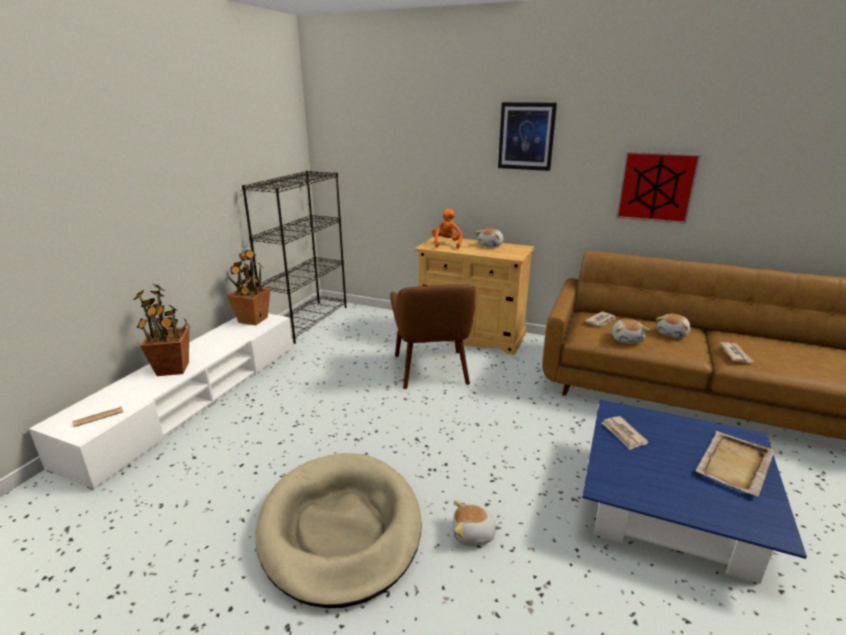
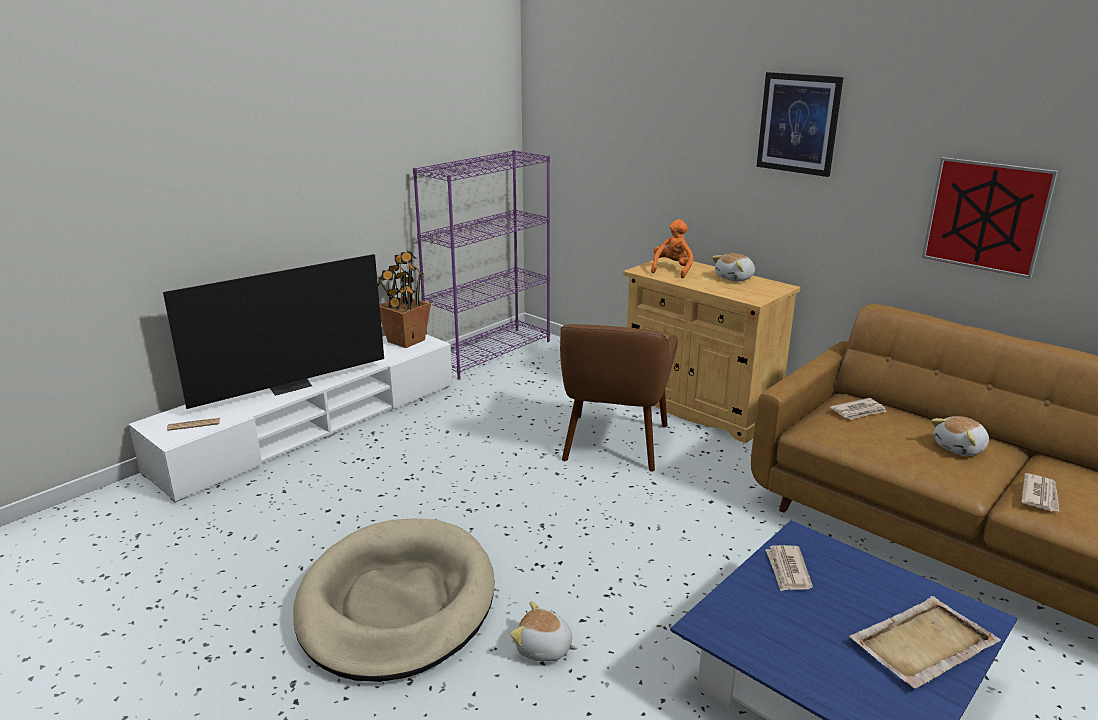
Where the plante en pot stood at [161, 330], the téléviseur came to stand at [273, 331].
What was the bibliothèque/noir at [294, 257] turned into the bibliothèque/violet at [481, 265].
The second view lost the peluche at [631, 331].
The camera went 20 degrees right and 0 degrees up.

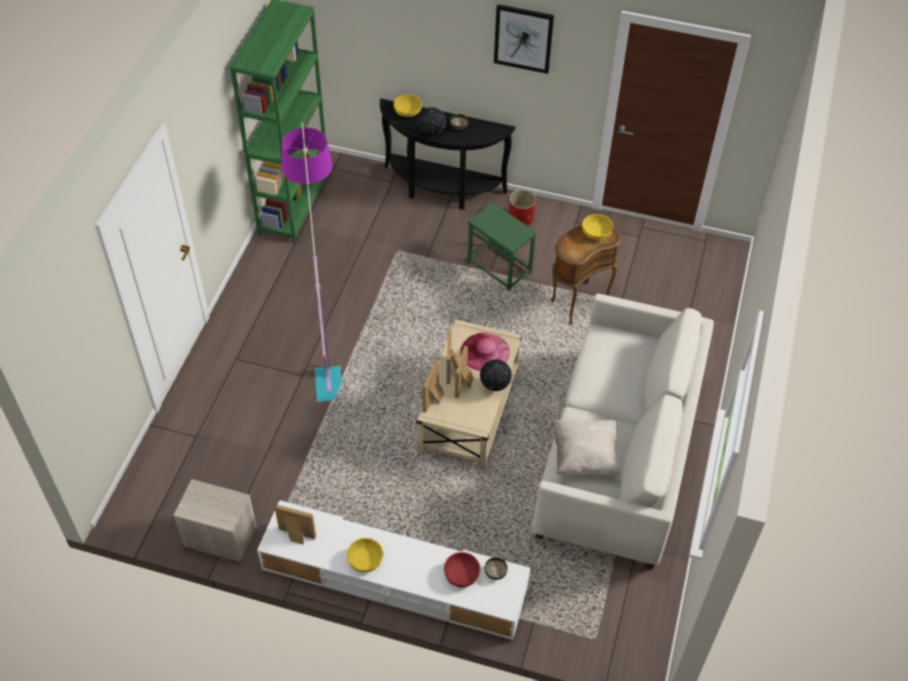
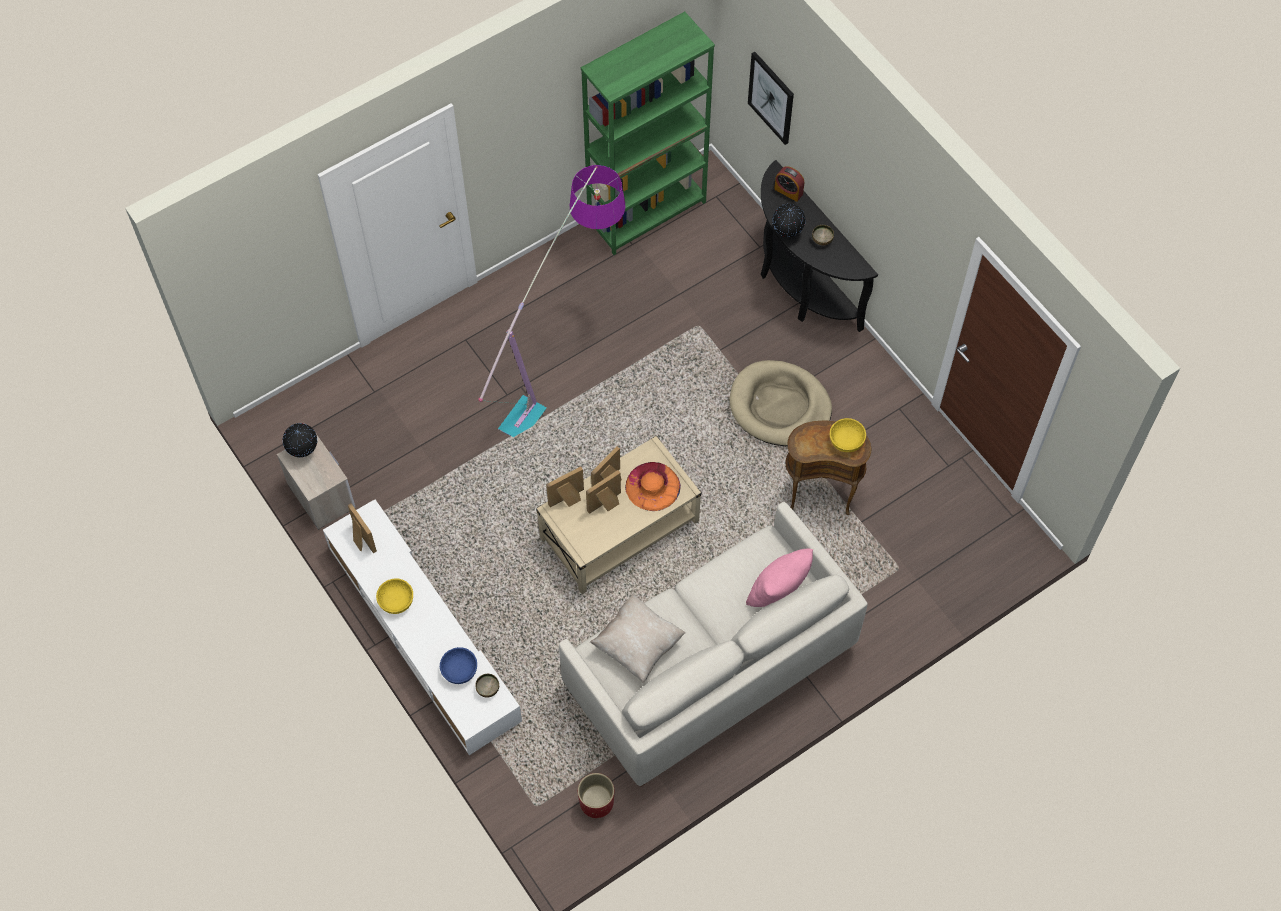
Where the bol/jaune stood at [407, 105], the réveil came to stand at [789, 184].
What was the bol/rouge at [462, 569] turned into the bol/bleu at [458, 665].
What was the chapeau/rose at [485, 352] turned into the chapeau/orange at [653, 486].
Where the table d'appoint/vert stood at [502, 247], the panier pour chien/beige came to stand at [781, 403].
The globe ended up elsewhere, having gone from [496, 375] to [300, 440].
The tableau ended up elsewhere, having gone from [524, 39] to [771, 98].
The cache-pot/rouge ended up elsewhere, having gone from [522, 207] to [596, 795].
The second view gained the coussin/rose at [779, 578].
The camera went 40 degrees right and 10 degrees up.

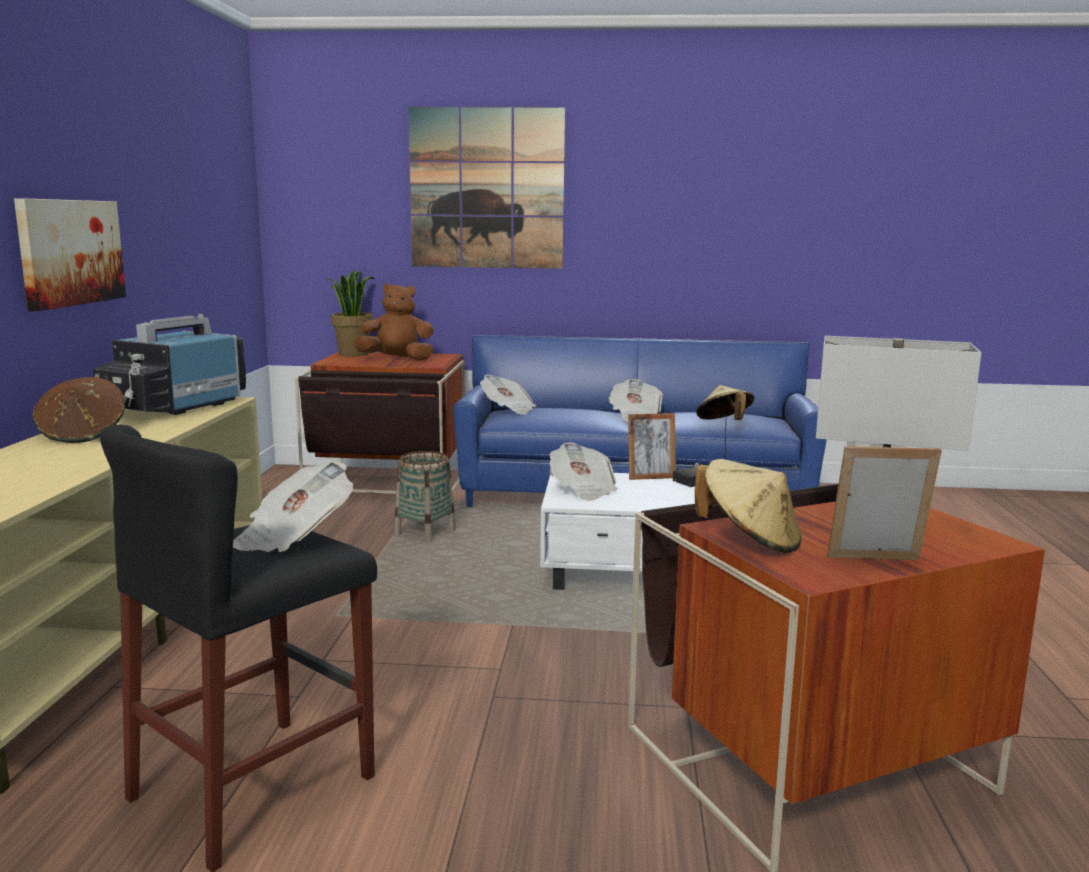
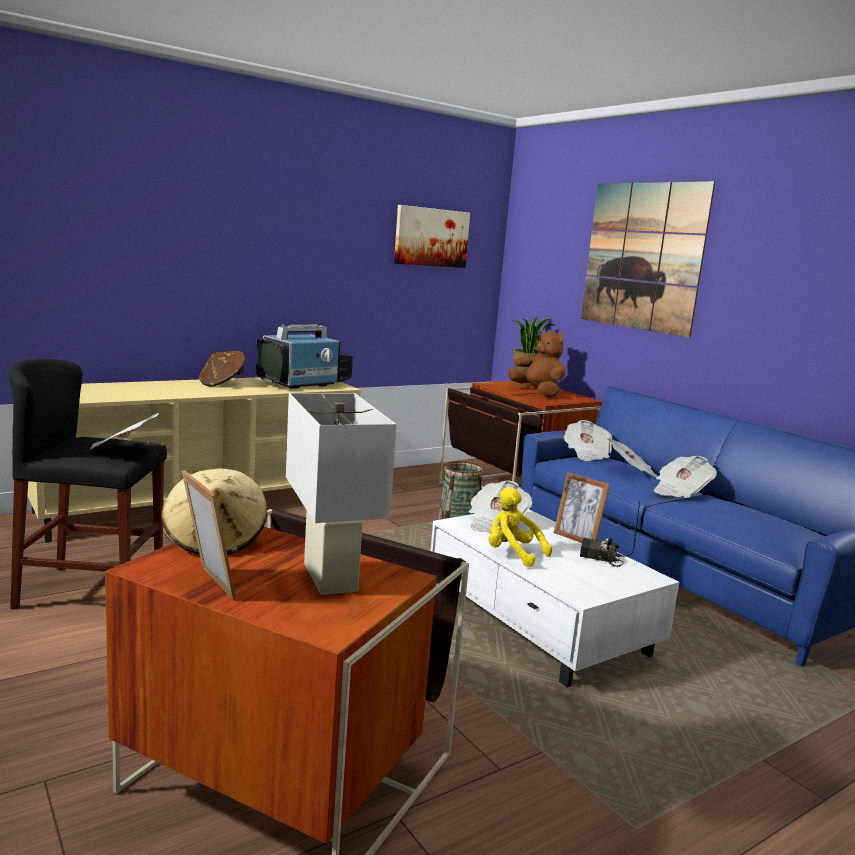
The tableau ended up elsewhere, having gone from [70, 254] to [432, 236].
The téléviseur at [169, 364] ended up facing another way, 150 degrees clockwise from before.
The second view lost the chapeau/beige at [725, 402].
The second view gained the peluche/jaune at [520, 527].
The second view gained the journal at [632, 457].
The camera went 50 degrees right and 0 degrees up.

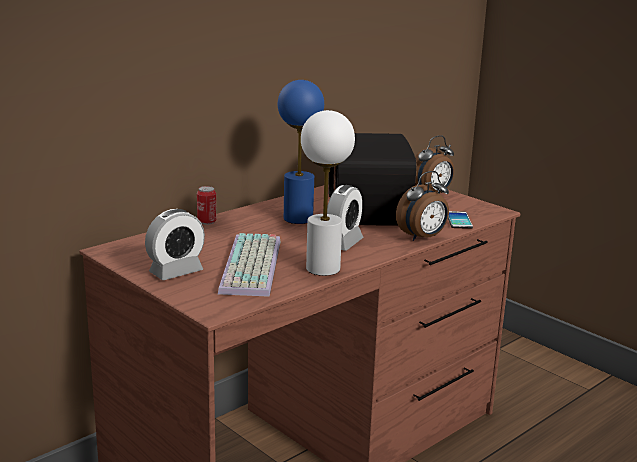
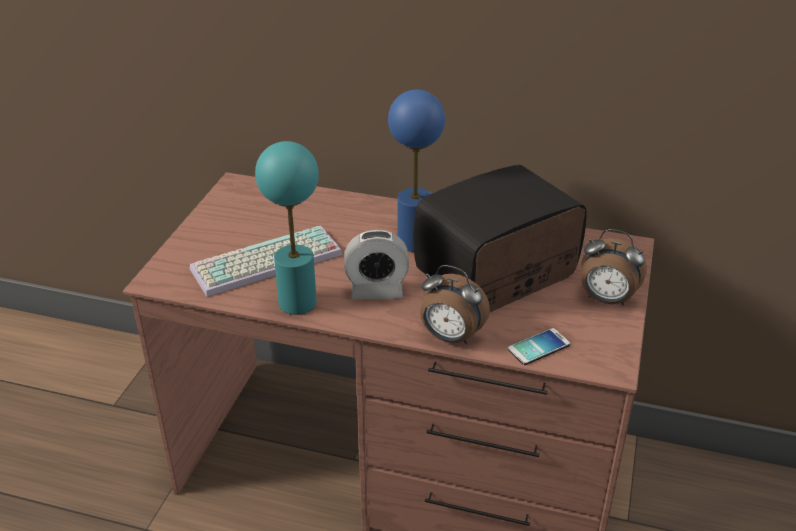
The second view lost the réveil at [175, 244].
The second view lost the boîte métallique at [206, 205].
What was the lampe de table/blanc at [328, 193] turned into the lampe de table/turquoise at [287, 228].
The camera went 60 degrees right and 15 degrees up.

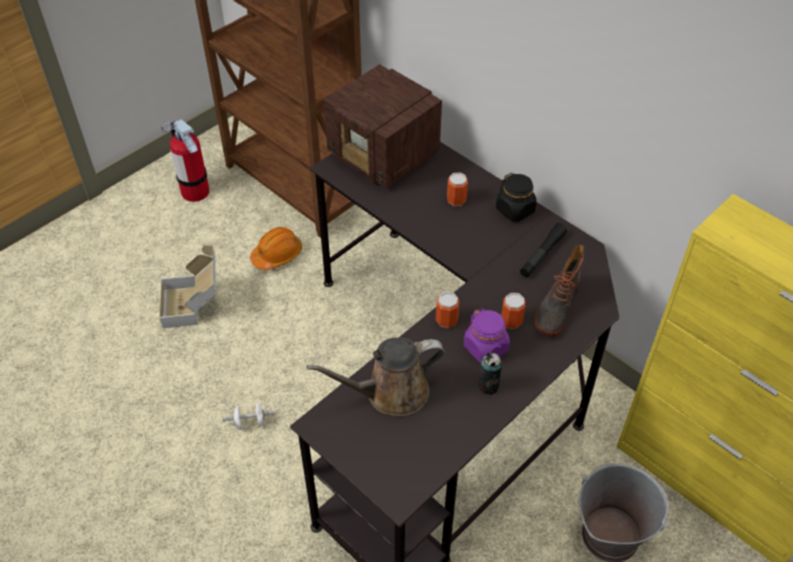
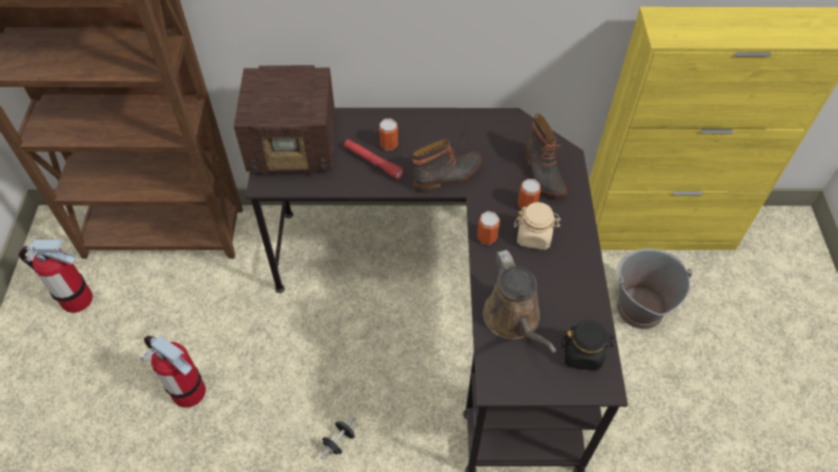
Where the carton stood at [188, 286], the extincteur came to stand at [173, 372].
What was the haltère/blanc at [248, 416] turned into the haltère/noir at [338, 437].
The second view lost the casque de chantier/orange at [276, 248].
The arrosoir/marron at [376, 376] ended up facing another way, 45 degrees counterclockwise from before.
What was the bocal/violet at [487, 336] turned into the bocal/beige at [537, 226].
The second view lost the boîte métallique at [490, 374].
The bocal/noir ended up elsewhere, having gone from [516, 197] to [587, 345].
The second view lost the lampe de poche/noir at [543, 250].
The second view gained the lampe de poche/rouge at [374, 159].
The second view gained the botte at [447, 166].
The camera went 45 degrees left and 5 degrees up.

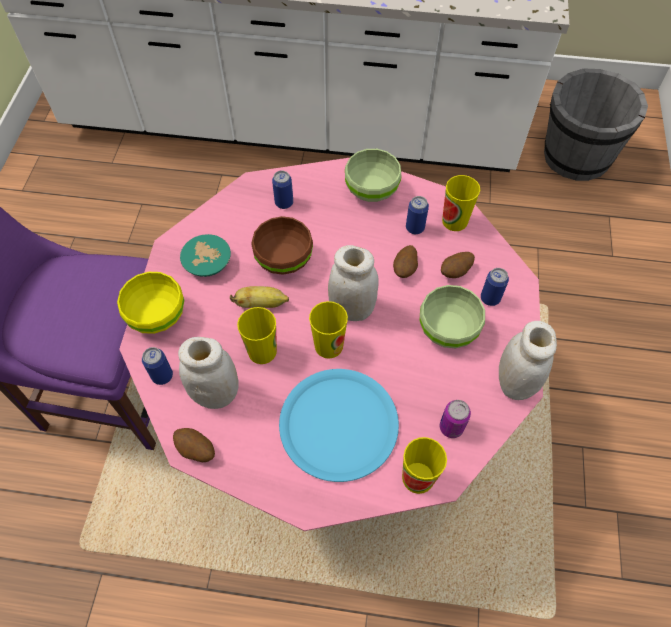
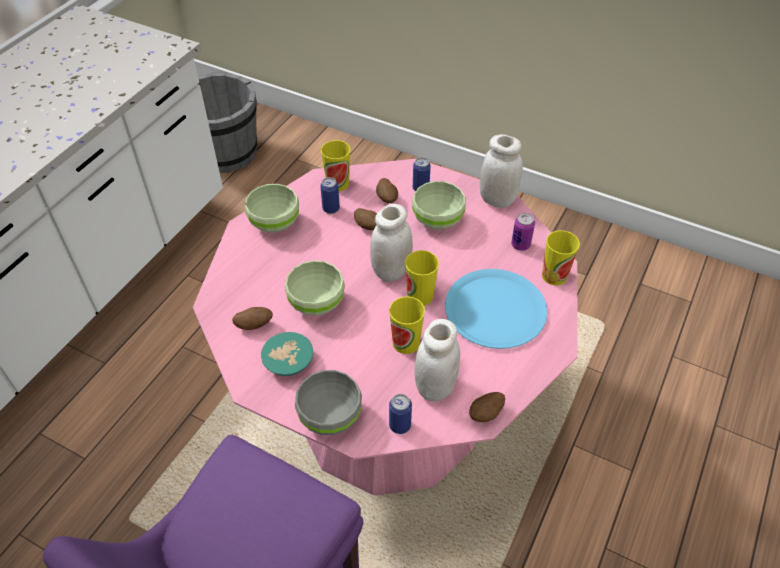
What was the bol/jaune at [150, 303] turned into the bol/gris at [328, 402].
The second view lost the banane at [259, 297].
What was the bol/marron at [282, 245] turned into the bol/vert at [315, 288].
The second view lost the boîte métallique at [282, 190].
The second view gained the pomme de terre at [252, 318].
The camera went 70 degrees left and 10 degrees down.

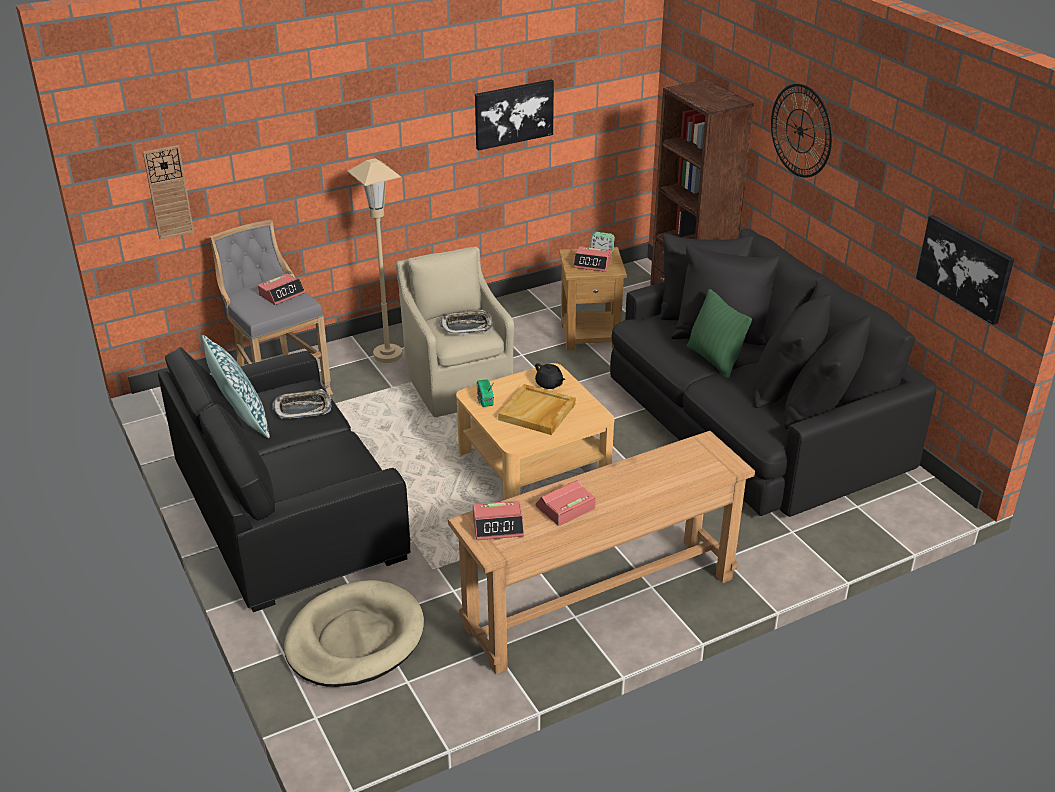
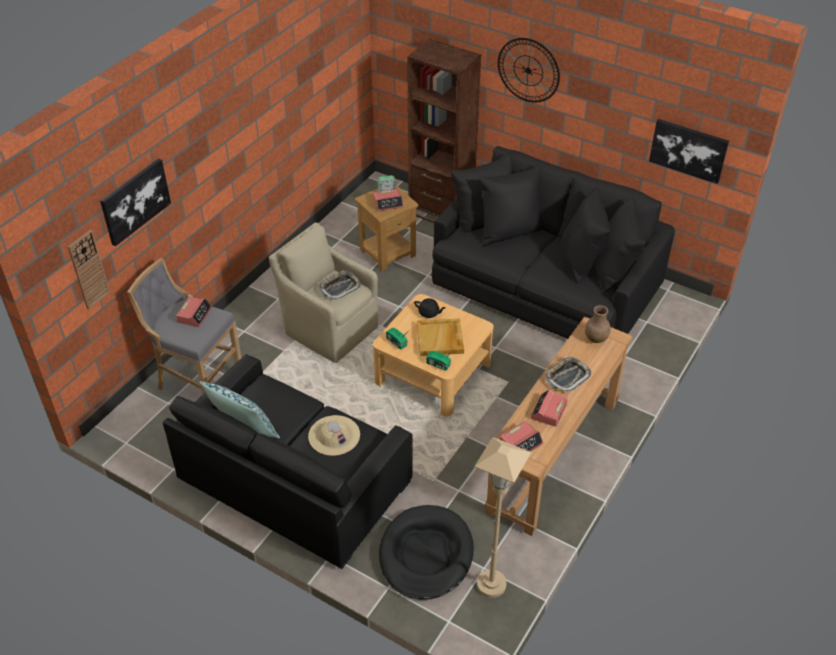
The plateau ended up elsewhere, having gone from [301, 404] to [568, 374].
What was the panier pour chien/beige at [354, 633] turned into the panier pour chien/noir at [426, 552].
The lampadaire/beige ended up elsewhere, having gone from [374, 260] to [502, 517].
The tableau ended up elsewhere, having gone from [514, 115] to [135, 202].
The second view lost the coussin/vert at [719, 334].
The second view gained the chapeau/beige at [334, 435].
The second view gained the radio at [439, 360].
The second view gained the vase/marron at [597, 324].
The camera went 30 degrees left and 10 degrees up.

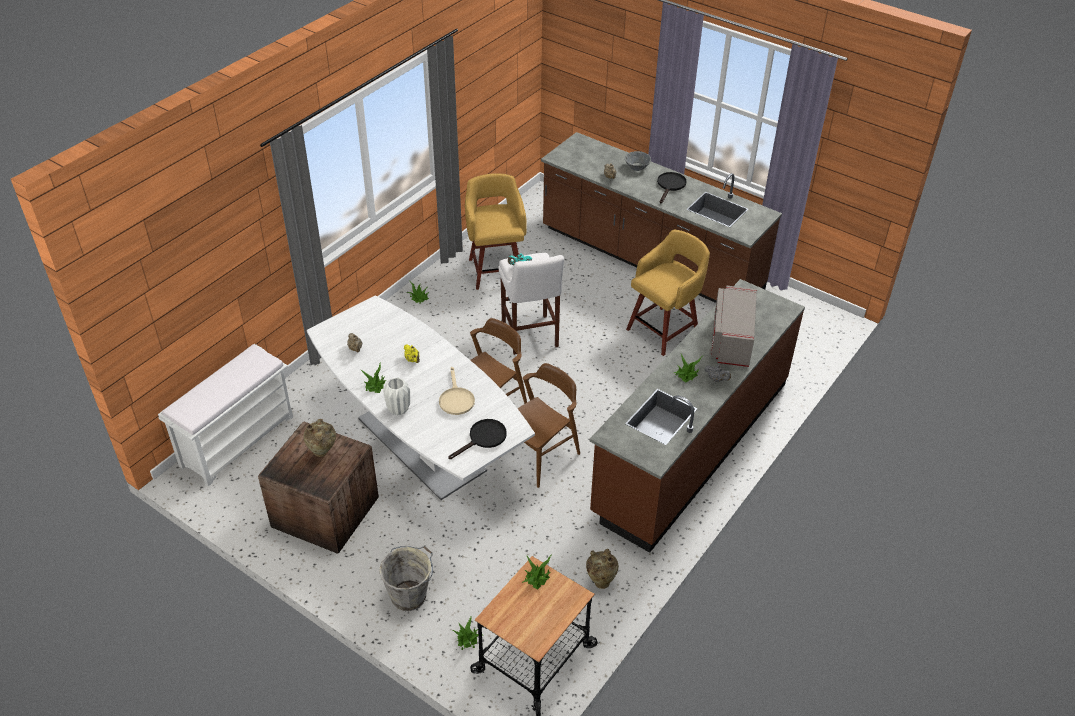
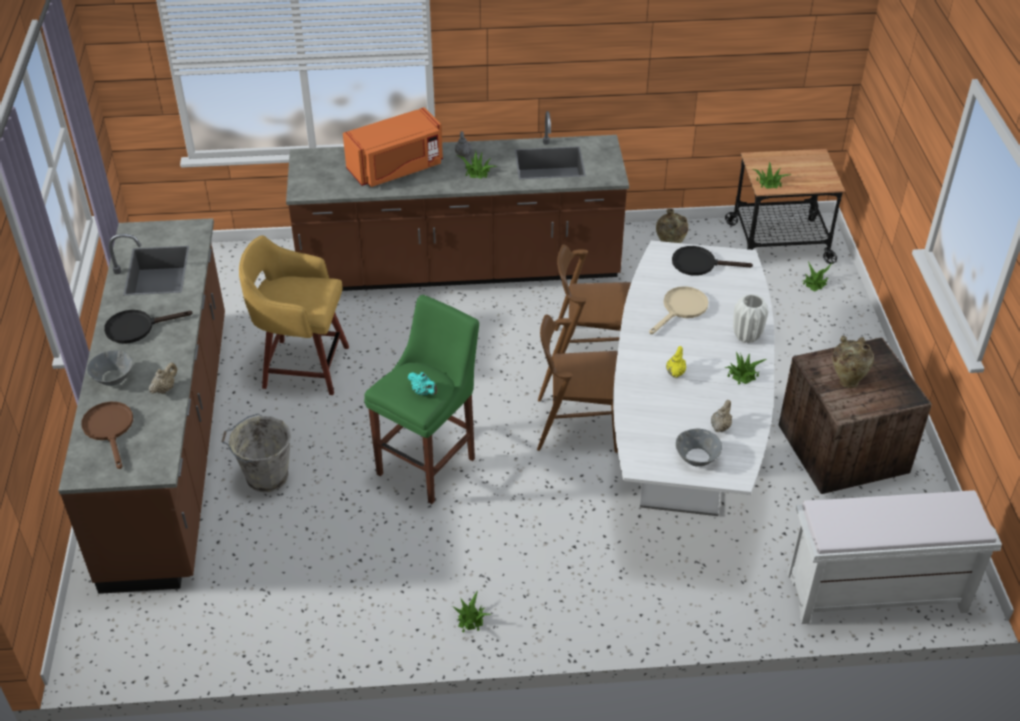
The seau/gris ended up elsewhere, having gone from [406, 578] to [256, 453].
The second view lost the tabouret/jaune at [496, 232].
What was the tabouret/blanc at [531, 304] turned into the tabouret/vert at [421, 399].
What was the micro-ondes/gris at [733, 326] turned into the micro-ondes/orange at [393, 147].
The second view gained the poêle/marron at [107, 435].
The second view gained the bol/gris at [699, 447].
The camera went 130 degrees left and 0 degrees up.

